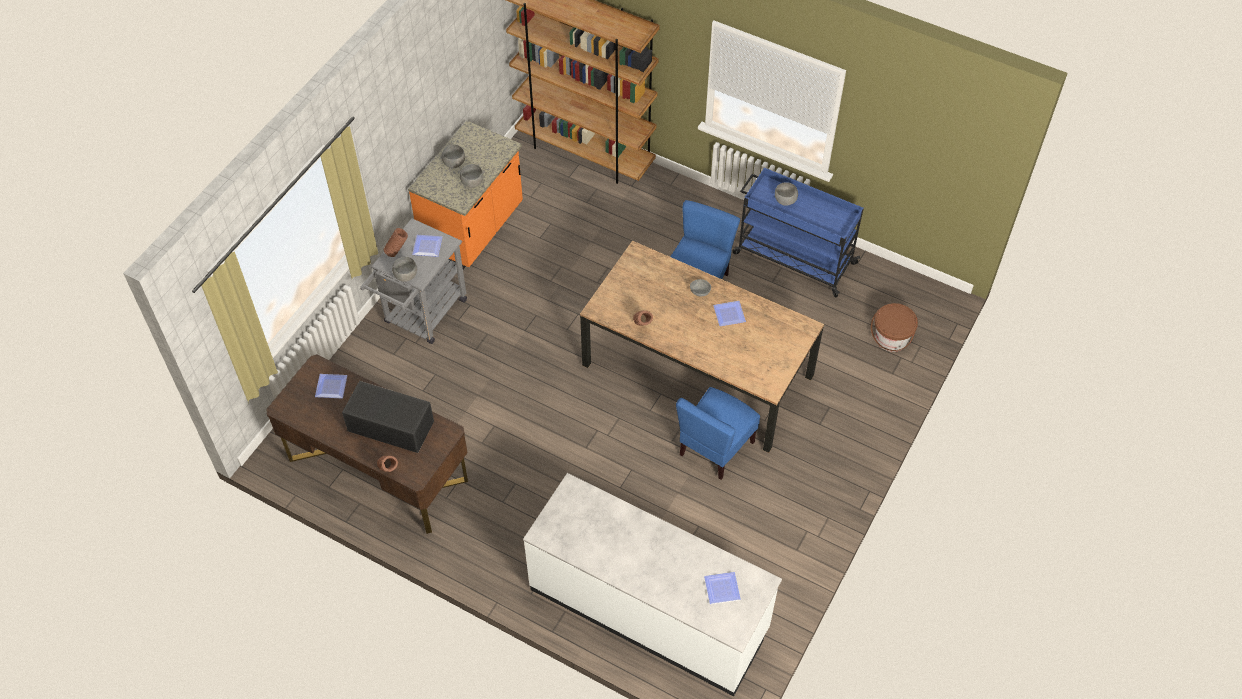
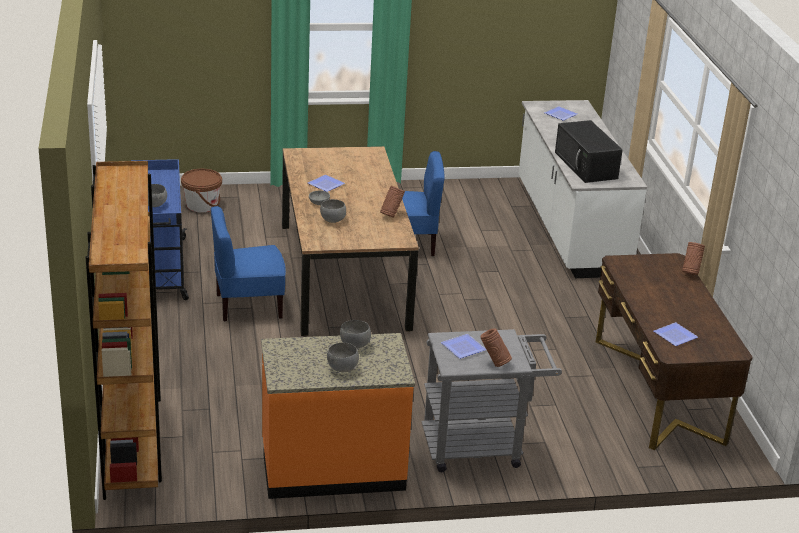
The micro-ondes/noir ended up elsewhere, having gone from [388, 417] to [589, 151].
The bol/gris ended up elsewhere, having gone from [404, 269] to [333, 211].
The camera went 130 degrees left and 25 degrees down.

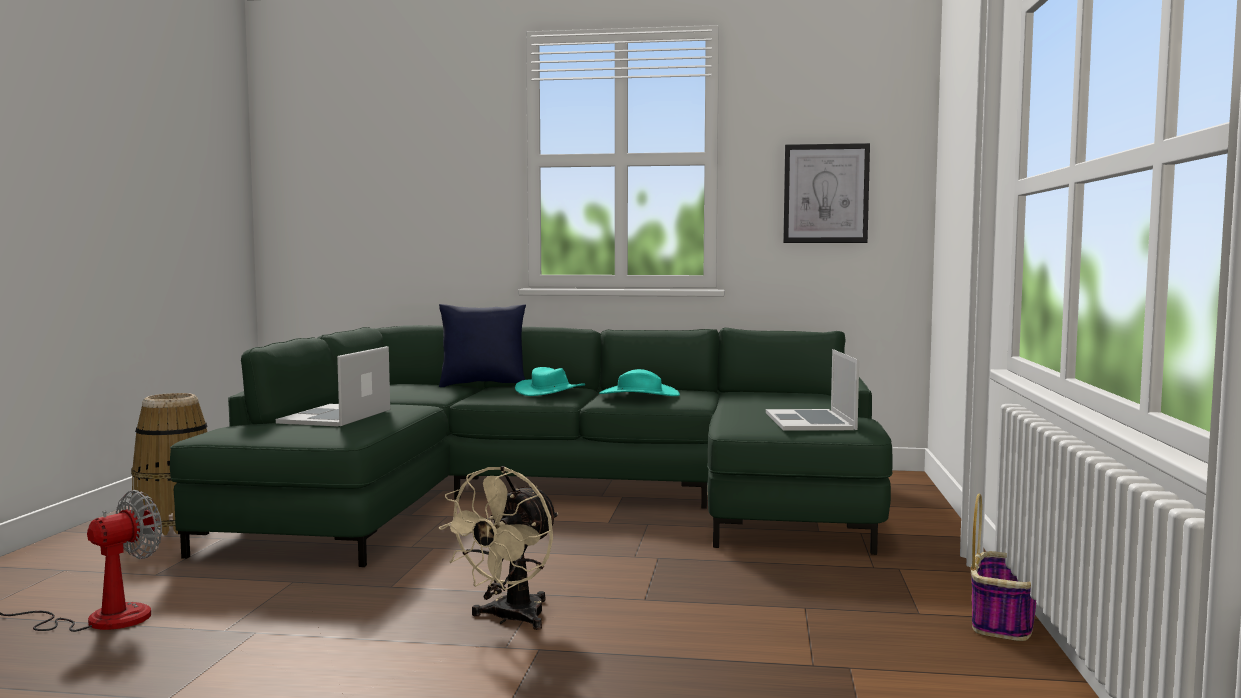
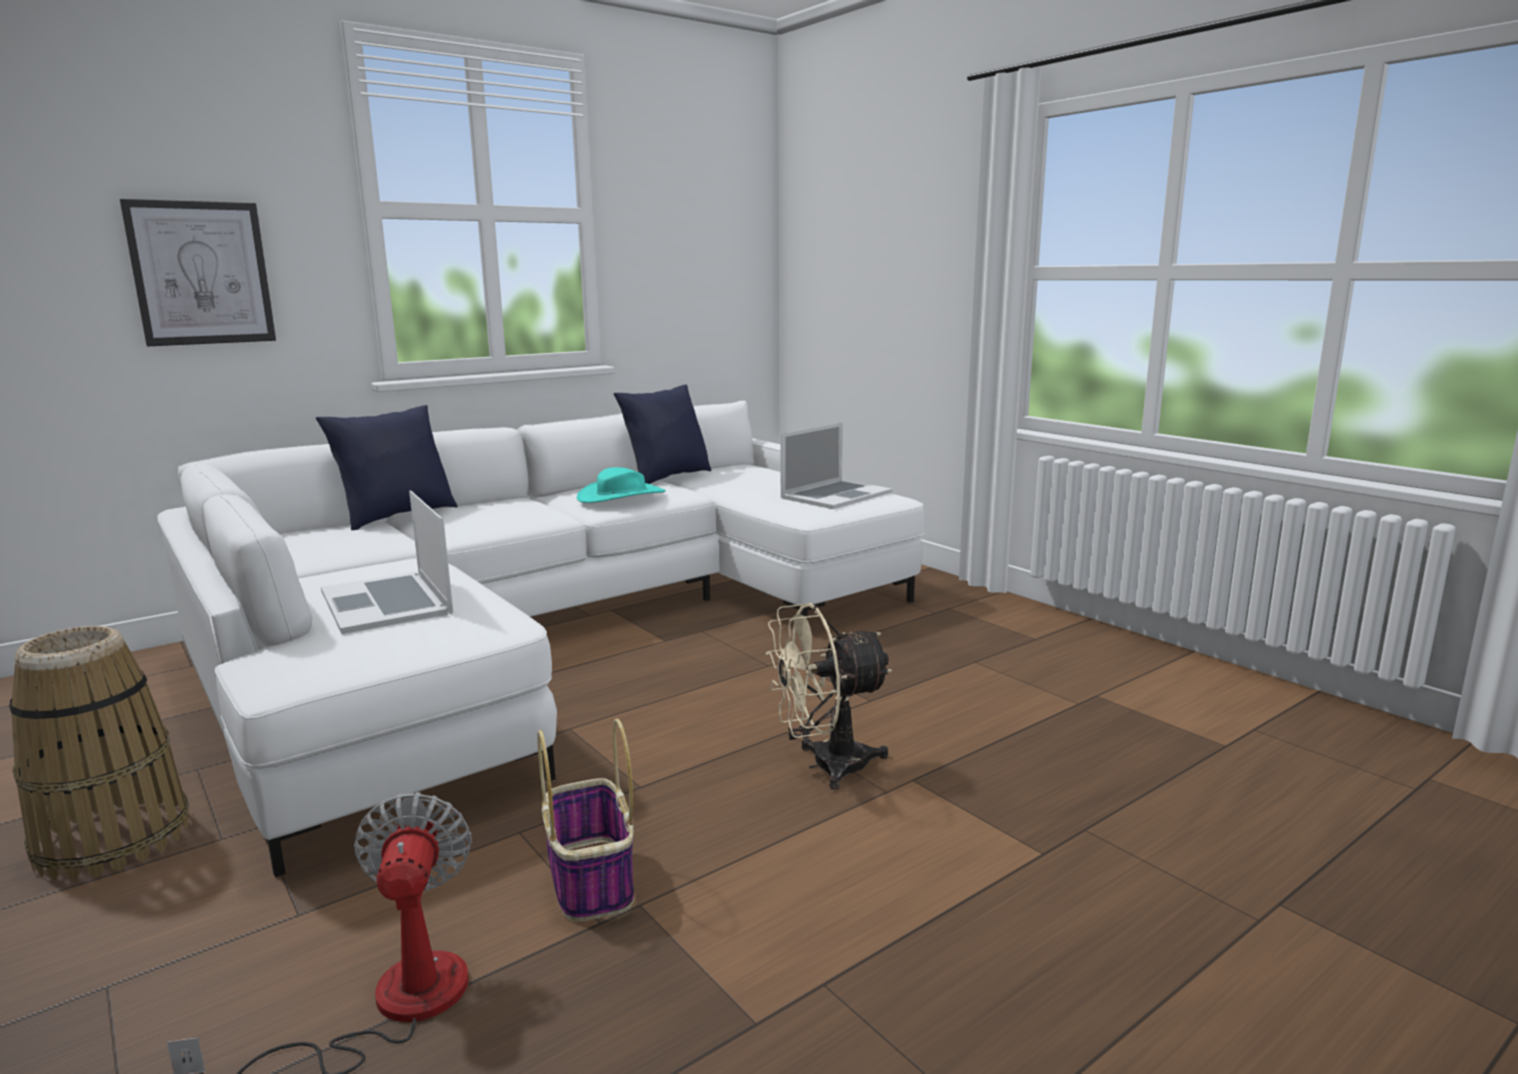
What was the canapé/vert at [531, 446] turned into the canapé/blanc at [540, 639].
The ventilateur/beige at [498, 548] ended up facing another way, 90 degrees clockwise from before.
The second view lost the chapeau/turquoise at [550, 381].
The ordinateur portable at [812, 390] ended up facing another way, 90 degrees counterclockwise from before.
The tableau ended up elsewhere, having gone from [826, 193] to [198, 273].
The panier ended up elsewhere, having gone from [1003, 567] to [585, 820].
The second view gained the coussin/bleu at [662, 434].
The camera went 45 degrees left and 10 degrees up.

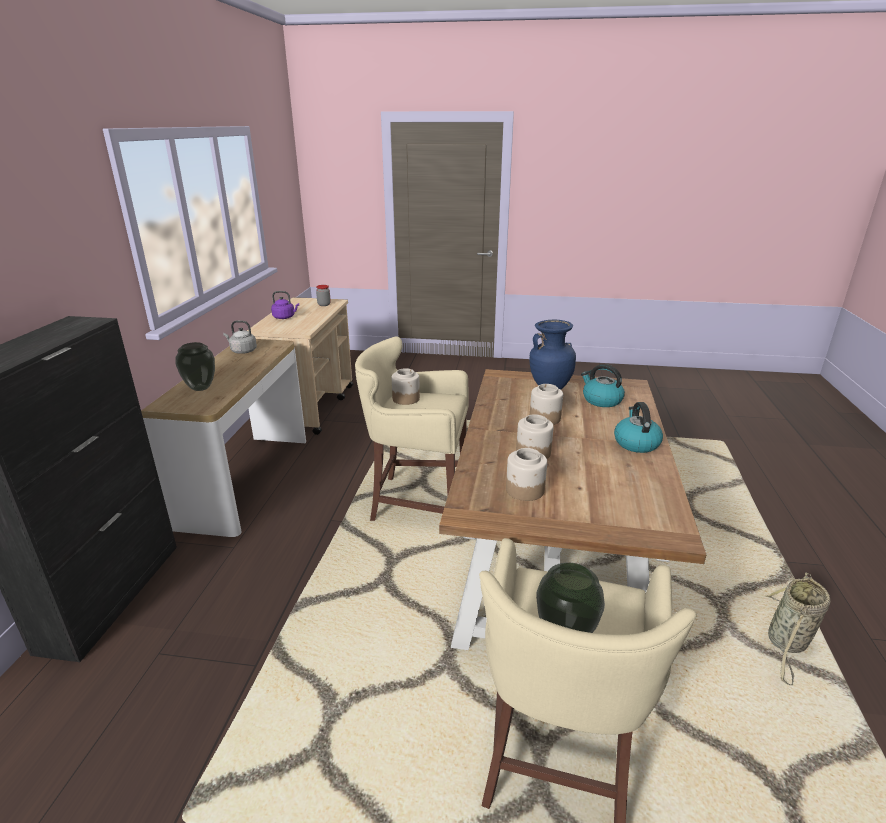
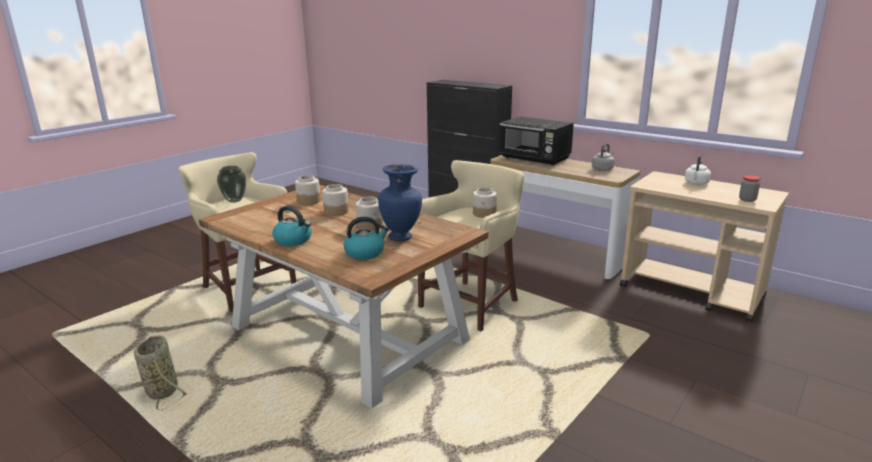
Where the vase stood at [195, 366], the micro-ondes/noir came to stand at [536, 141].
What was the bouilloire/violet at [285, 305] turned into the bouilloire/blanc at [698, 169].
The camera went 120 degrees right and 5 degrees down.

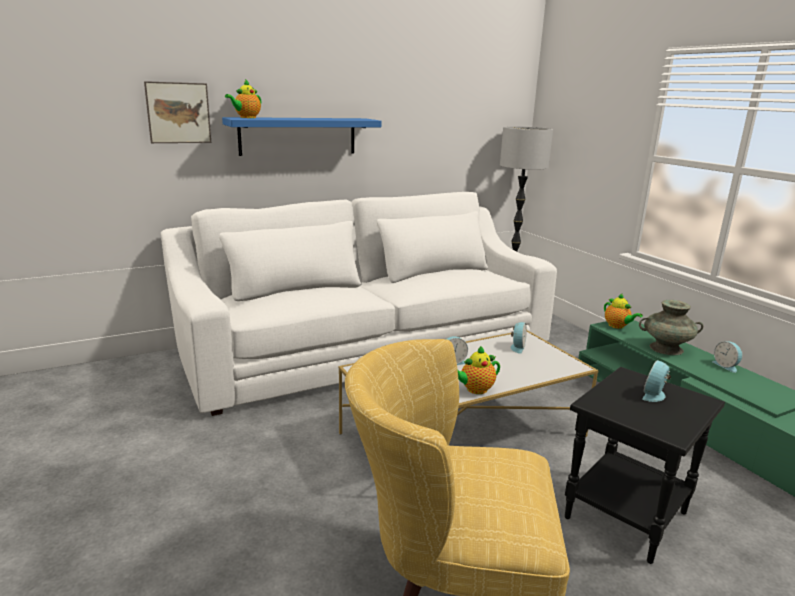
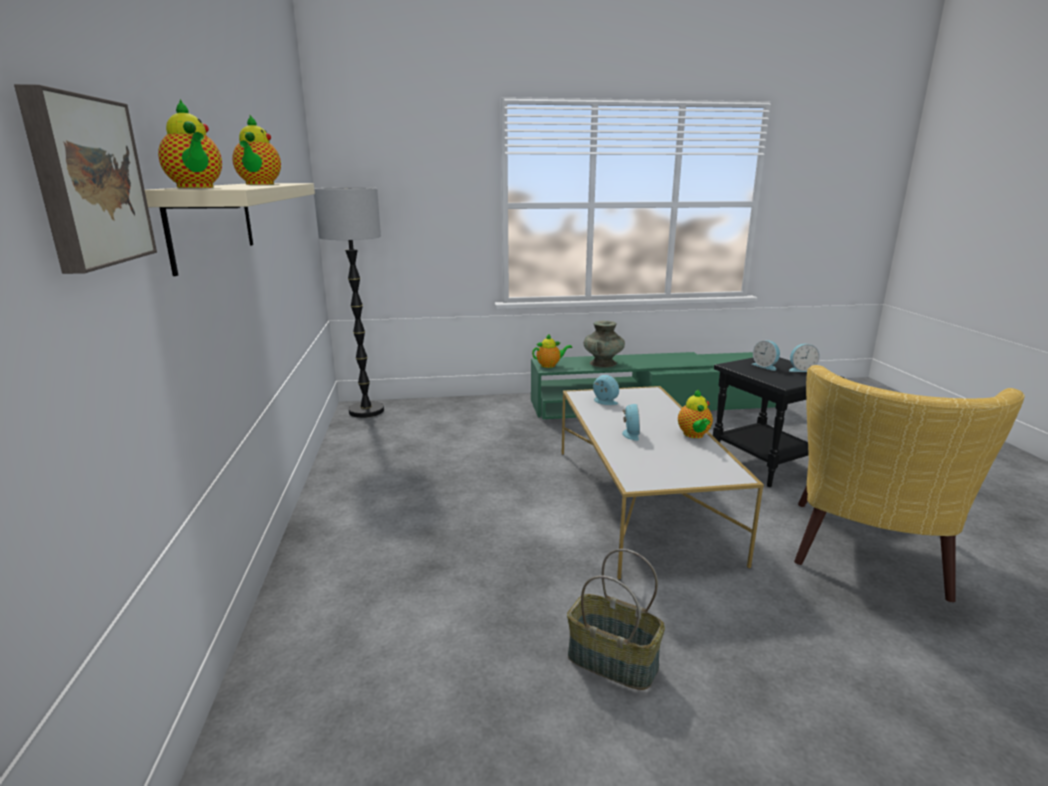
The second view lost the canapé/blanc at [359, 304].
What was the étagère/bleu at [301, 136] turned into the étagère/beige at [230, 229].
The réveil ended up elsewhere, having gone from [727, 357] to [804, 358].
The second view gained the théière at [256, 150].
The second view gained the panier at [616, 619].
The camera went 70 degrees left and 0 degrees up.

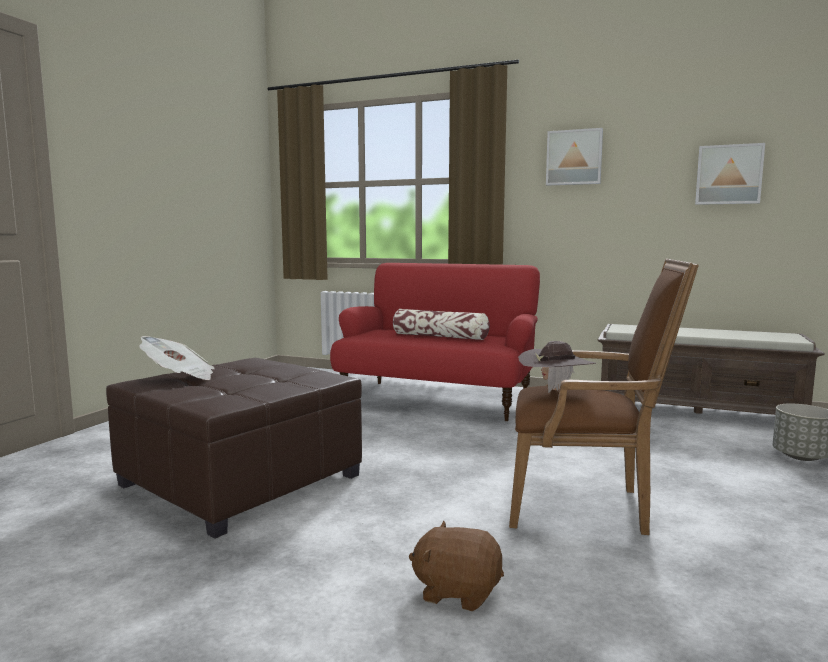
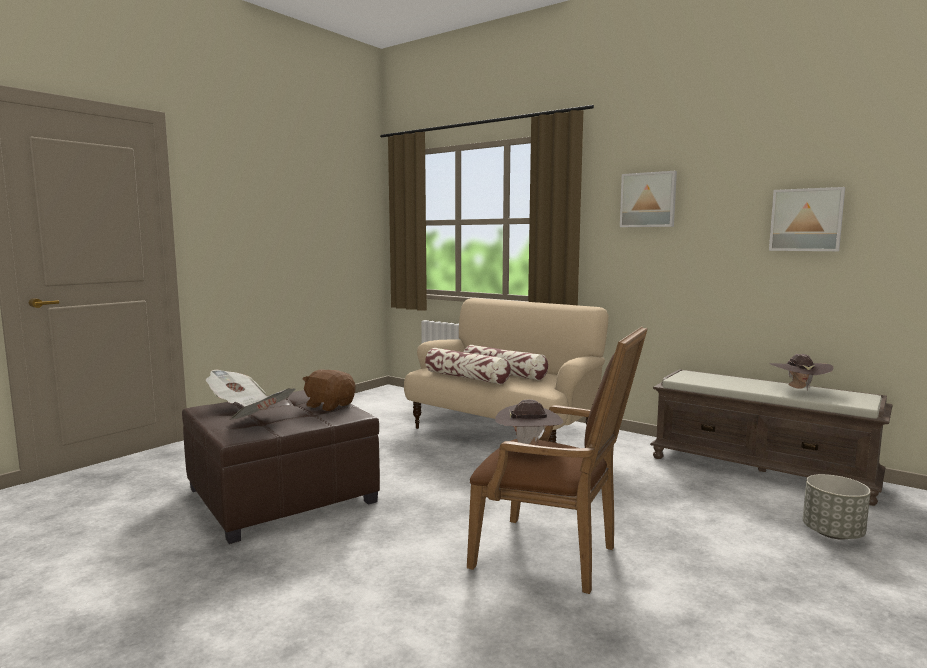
What was the canapé/rouge at [435, 342] turned into the canapé/beige at [506, 370].
The peluche/marron ended up elsewhere, having gone from [456, 566] to [329, 390].
The second view gained the journal at [262, 404].
The second view gained the coussin at [468, 366].
The second view gained the chapeau/marron at [801, 372].
The camera went 15 degrees right and 0 degrees up.

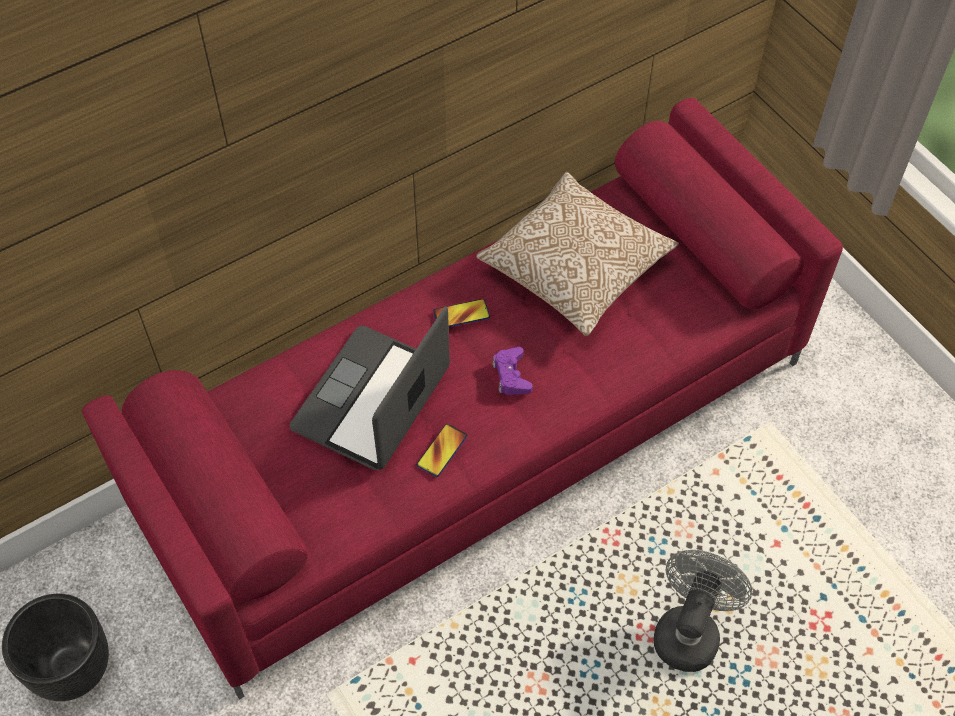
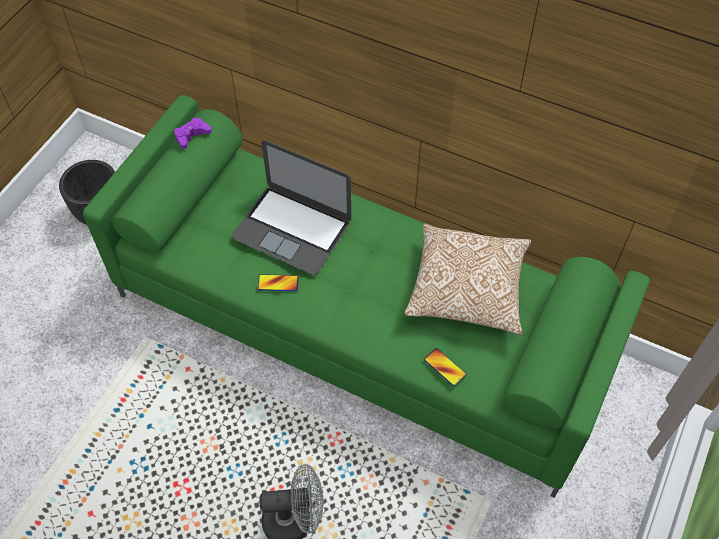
What was the canapé/rouge at [462, 399] turned into the canapé/vert at [366, 296].
The ordinateur portable at [369, 388] ended up facing another way, 150 degrees counterclockwise from before.
The téléphone ended up elsewhere, having gone from [461, 313] to [445, 367].
The manette/violet ended up elsewhere, having gone from [512, 371] to [193, 133].
The camera went 60 degrees right and 0 degrees up.

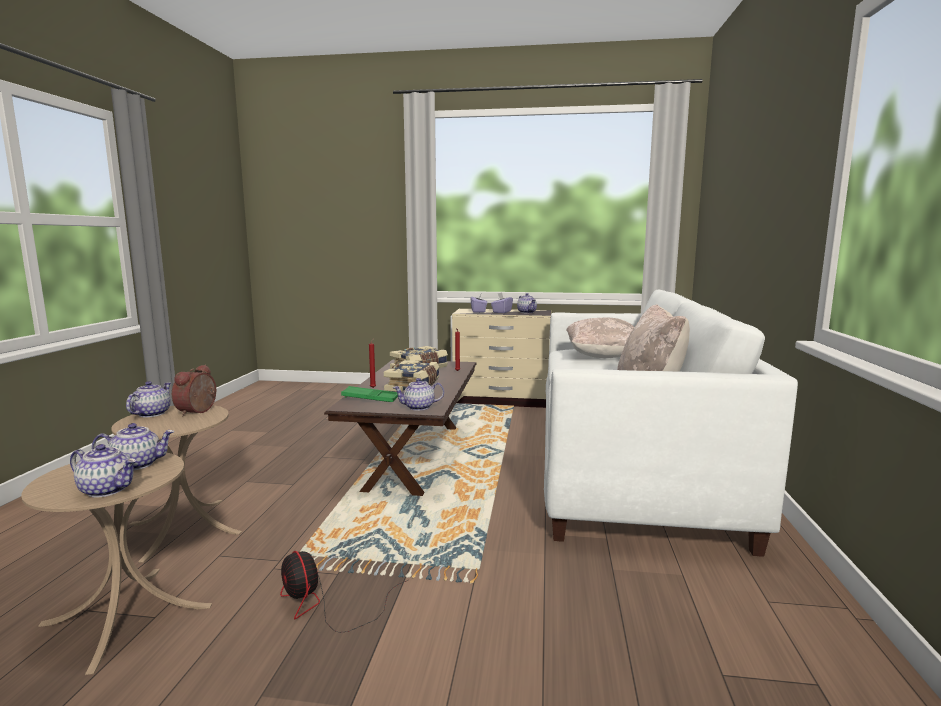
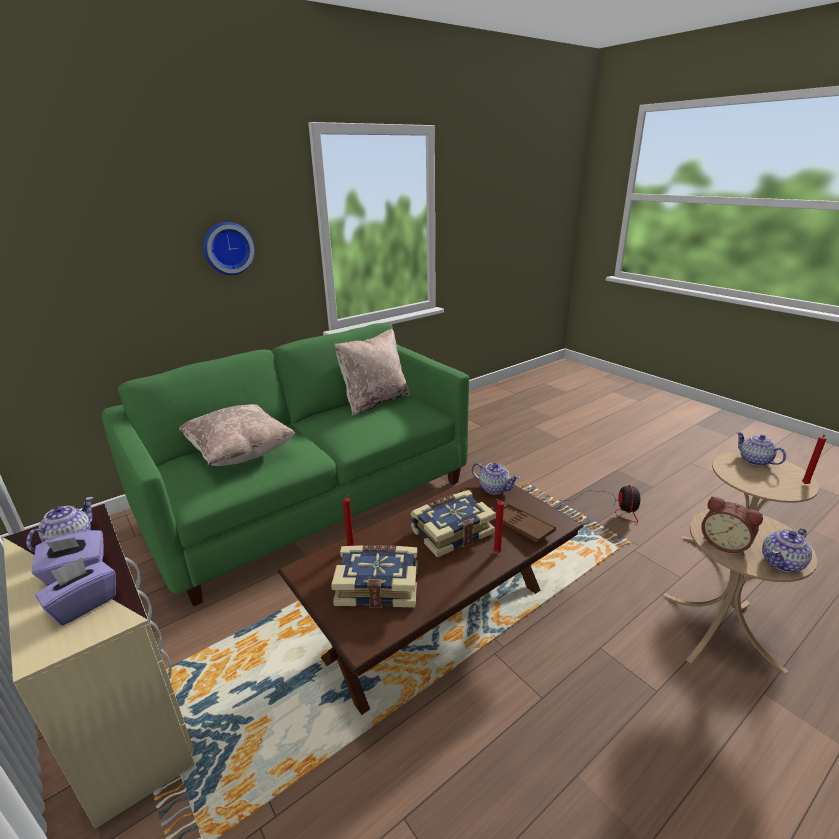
The second view lost the théière at [133, 446].
The réveil at [194, 390] ended up facing another way, 75 degrees clockwise from before.
What was the plateau/vert at [369, 394] turned into the plateau/marron at [525, 523].
What was the canapé/blanc at [671, 423] turned into the canapé/vert at [285, 465].
The second view gained the horloge murale at [229, 248].
The second view gained the bougie/rouge at [814, 459].
The camera went 135 degrees left and 15 degrees up.

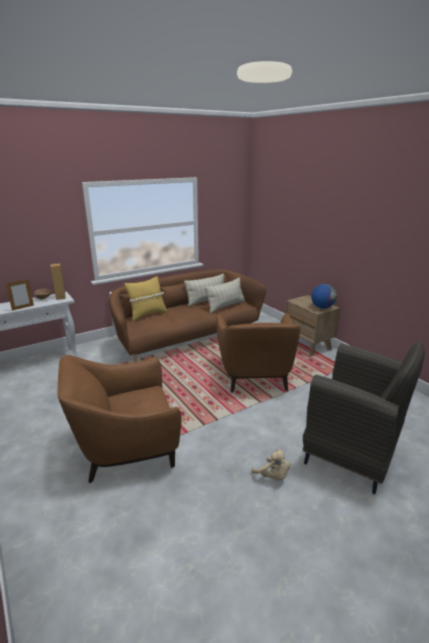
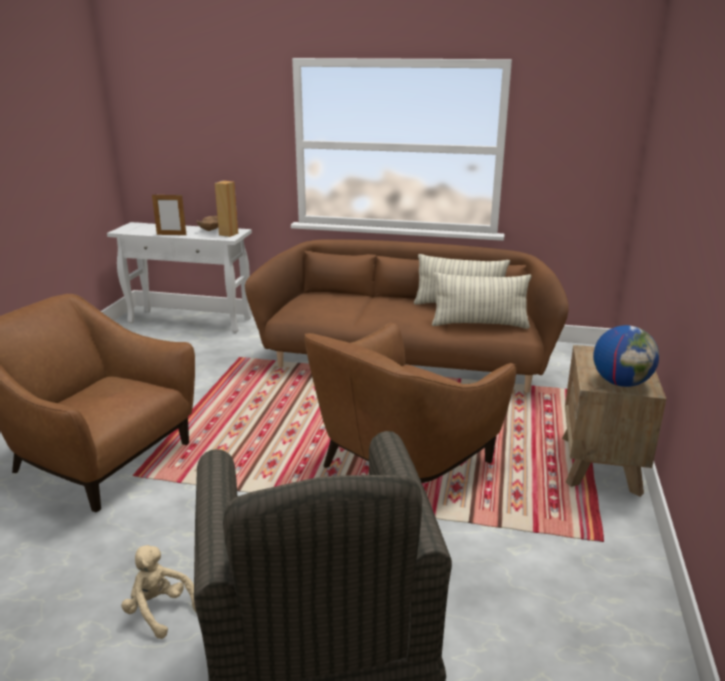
The second view lost the coussin/jaune at [145, 298].
The peluche/beige at [271, 464] ended up facing another way, 120 degrees clockwise from before.
The camera went 45 degrees right and 0 degrees up.

